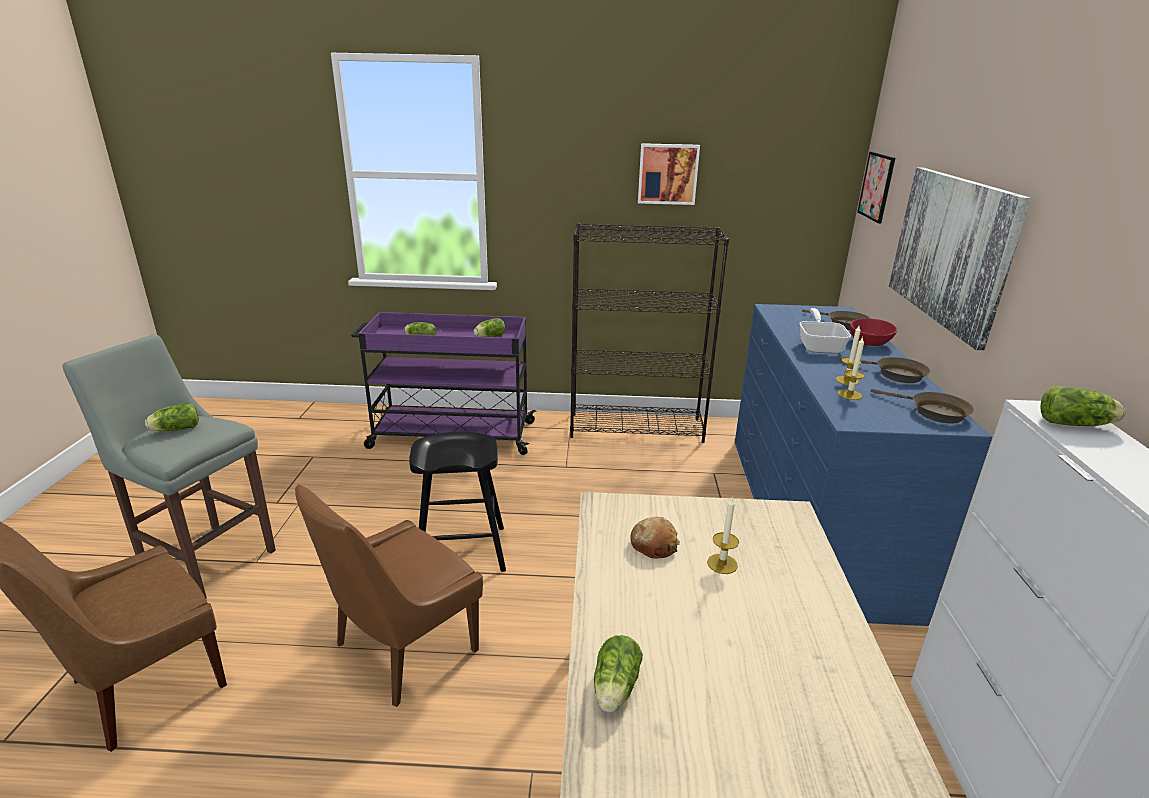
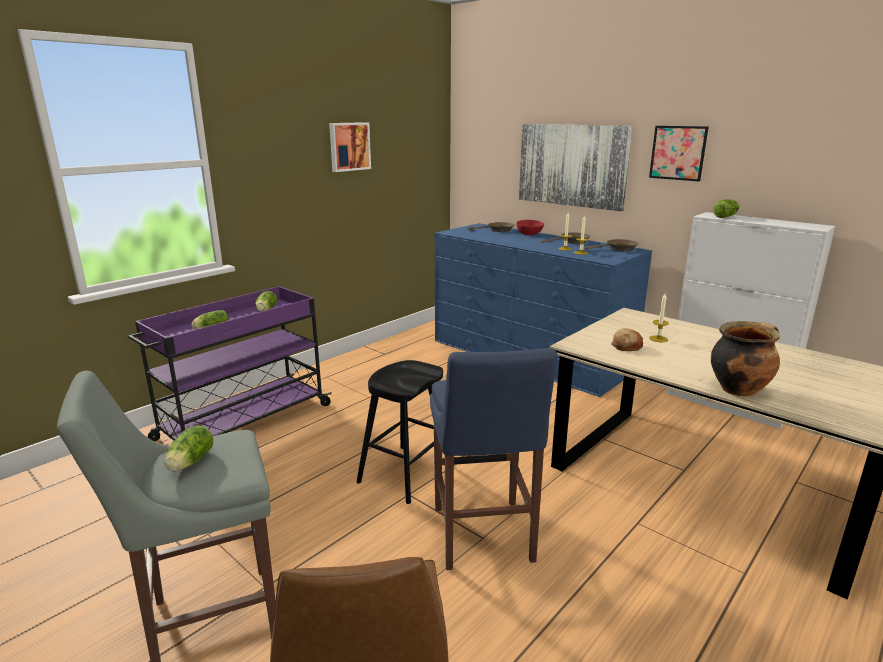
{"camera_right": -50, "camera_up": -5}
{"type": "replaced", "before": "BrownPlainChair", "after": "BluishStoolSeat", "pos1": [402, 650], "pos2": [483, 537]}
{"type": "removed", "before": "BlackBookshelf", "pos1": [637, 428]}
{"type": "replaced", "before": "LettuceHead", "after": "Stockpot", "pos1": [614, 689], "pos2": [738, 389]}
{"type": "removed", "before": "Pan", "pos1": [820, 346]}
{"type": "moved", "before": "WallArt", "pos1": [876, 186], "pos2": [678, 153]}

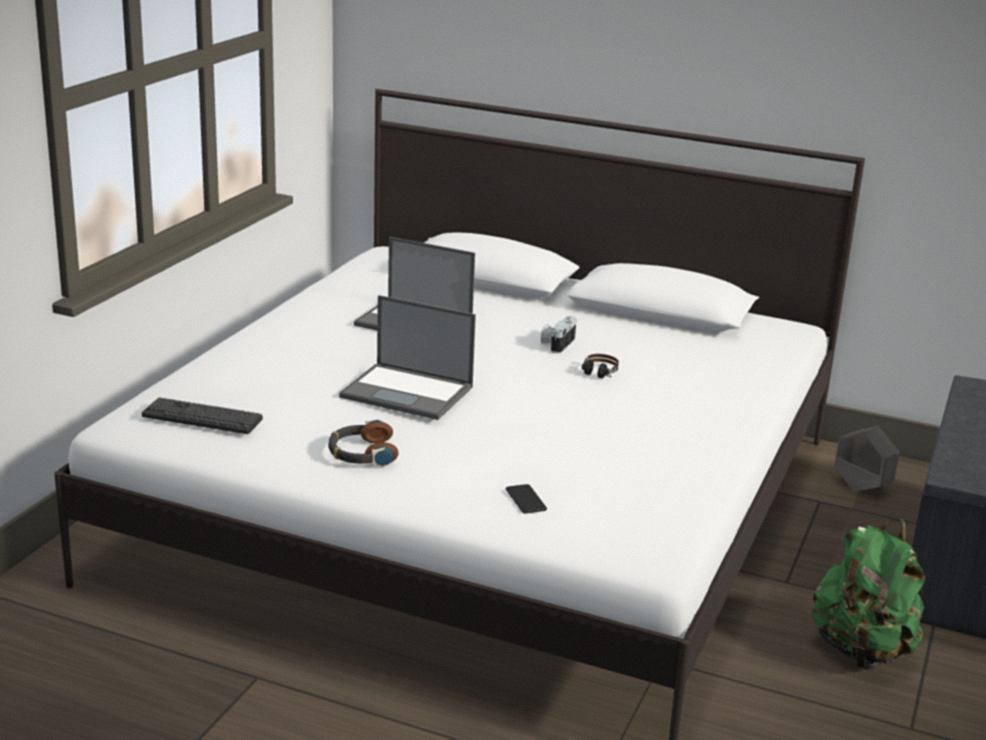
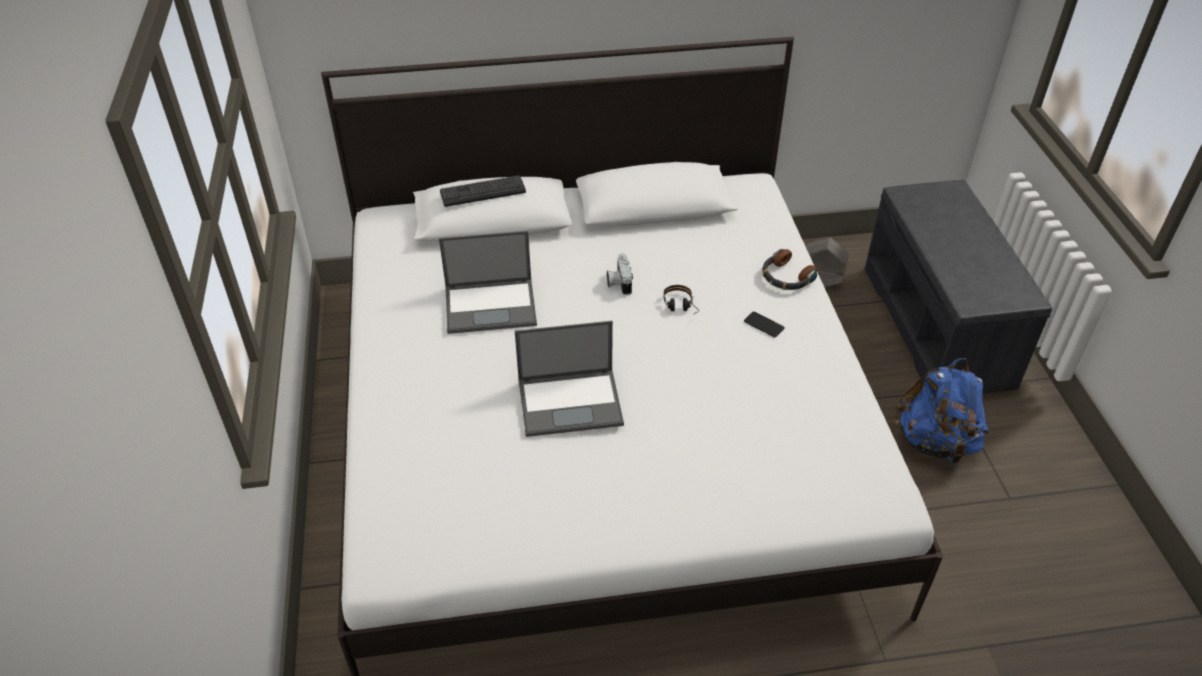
{"camera_right": -30, "camera_up": 20}
{"type": "moved", "before": "Keyboard", "pos1": [202, 417], "pos2": [483, 192]}
{"type": "moved", "before": "Headphones", "pos1": [362, 453], "pos2": [786, 277]}
{"type": "moved", "before": "Phone", "pos1": [525, 500], "pos2": [764, 325]}
{"type": "recoloured", "before": "GreenishKnapsack", "after": "BluishKnapsack", "pos1": [862, 650], "pos2": [935, 442]}

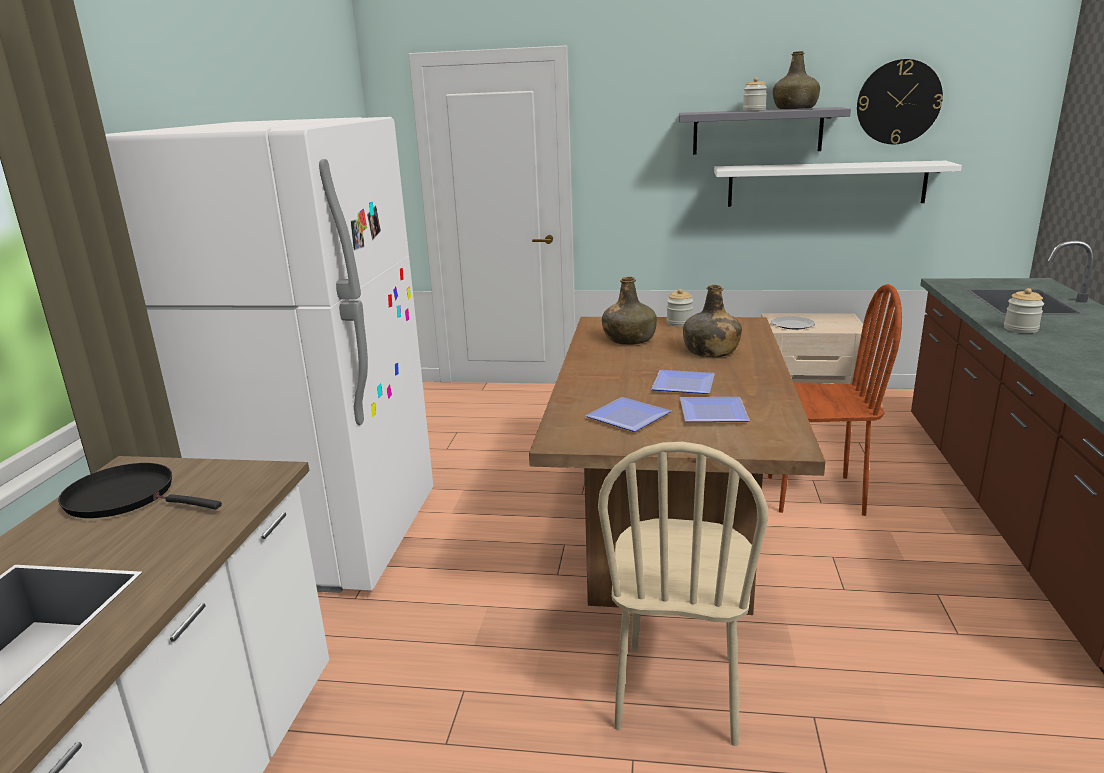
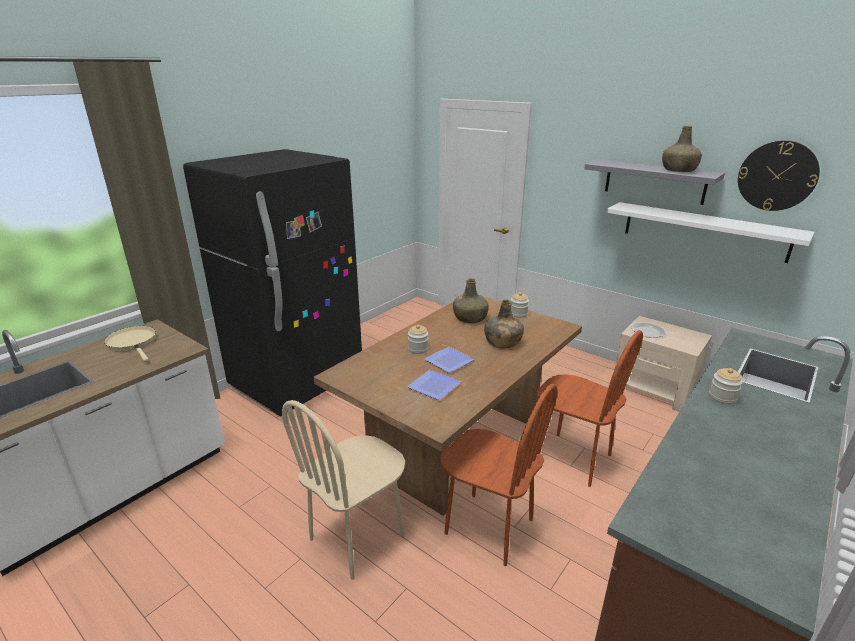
{"camera_right": 30, "camera_up": 5}
{"type": "recoloured", "before": "BlackPan", "after": "BeigeColouredPan", "pos1": [127, 497], "pos2": [133, 342]}
{"type": "recoloured", "before": "WhitishRefrigerator", "after": "BlackRefrigerator", "pos1": [333, 538], "pos2": [297, 381]}
{"type": "removed", "before": "FlatDish", "pos1": [625, 418]}
{"type": "moved", "before": "StorageJar", "pos1": [754, 110], "pos2": [418, 349]}
{"type": "added", "after": "BrownPlainChair", "pos2": [488, 527]}

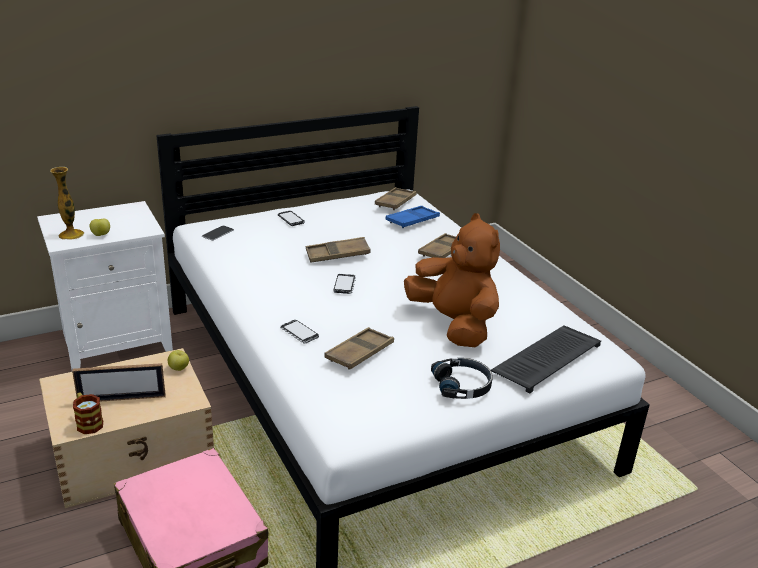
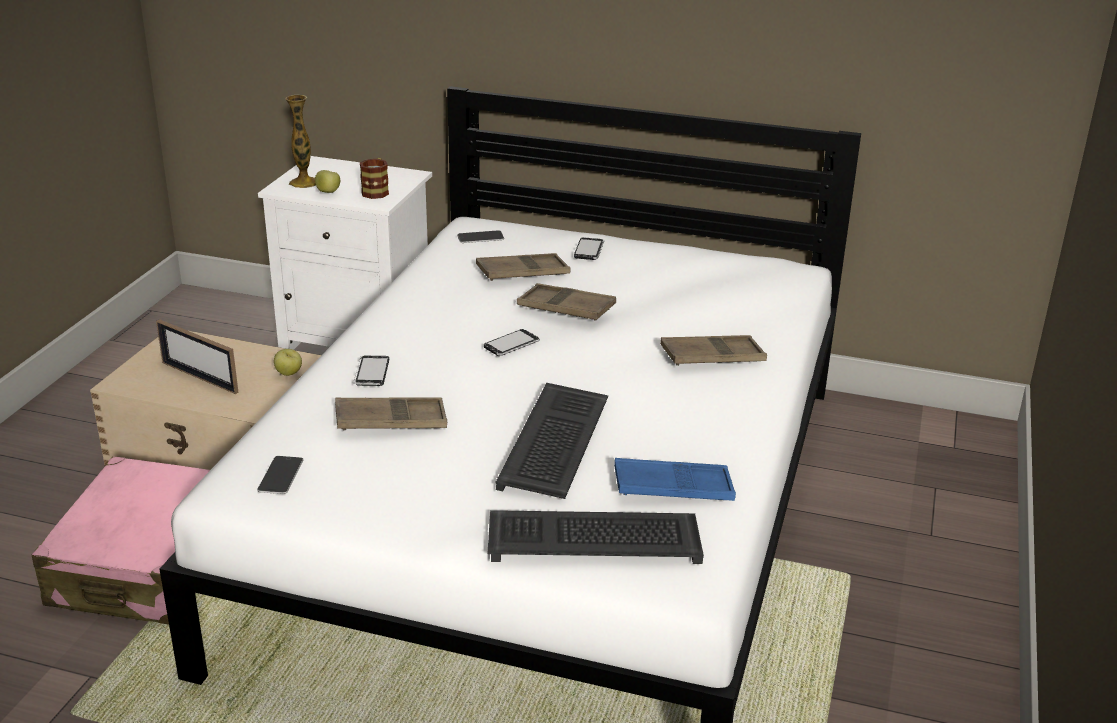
{"camera_right": 45, "camera_up": 0}
{"type": "moved", "before": "CoffeeMug", "pos1": [88, 422], "pos2": [376, 191]}
{"type": "moved", "before": "BrownServingTray", "pos1": [395, 202], "pos2": [523, 273]}
{"type": "moved", "before": "BluishServingTray", "pos1": [412, 220], "pos2": [673, 488]}
{"type": "replaced", "before": "BrownCuddlyToy", "after": "Keyboard", "pos1": [453, 324], "pos2": [556, 444]}
{"type": "removed", "before": "BlackHeadphones", "pos1": [462, 385]}
{"type": "added", "after": "Phone", "pos2": [280, 475]}

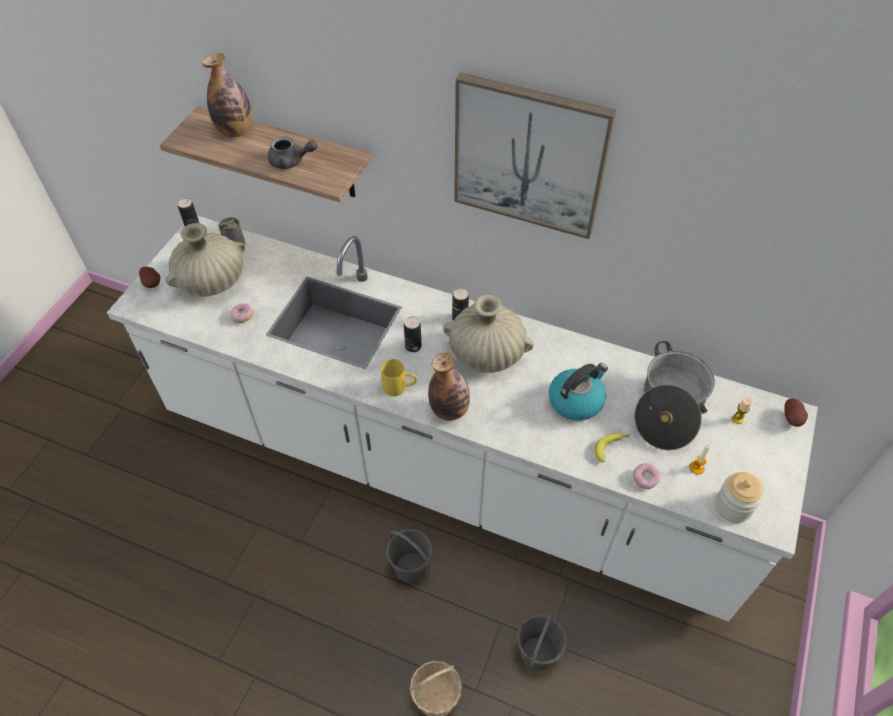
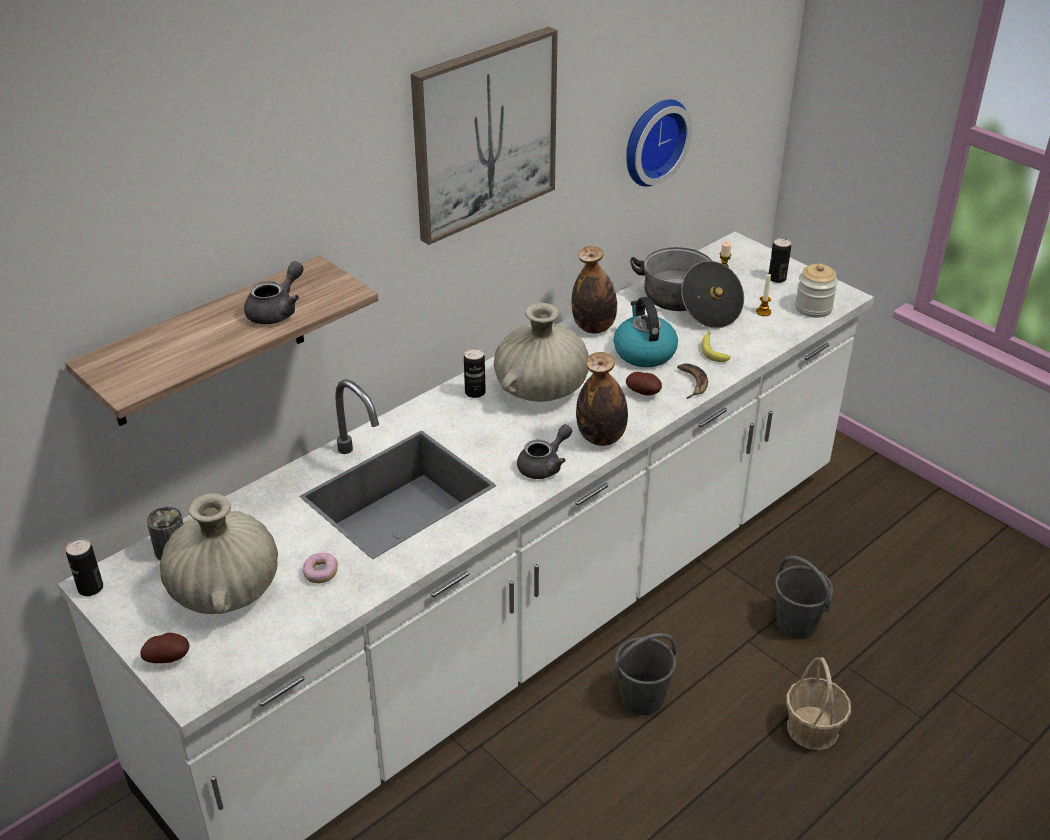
{"camera_right": -65, "camera_up": -15}
{"type": "moved", "before": "BeverageBottle", "pos1": [236, 131], "pos2": [594, 327]}
{"type": "replaced", "before": "YellowColouredCoffeeMug", "after": "GreyishPotForTea", "pos1": [400, 388], "pos2": [544, 465]}
{"type": "moved", "before": "MetalCan", "pos1": [413, 346], "pos2": [777, 278]}
{"type": "removed", "before": "RingDoughnut", "pos1": [645, 479]}
{"type": "moved", "before": "Potato", "pos1": [792, 419], "pos2": [644, 393]}
{"type": "added", "after": "WallClock", "pos2": [652, 140]}
{"type": "added", "after": "Banana", "pos2": [691, 382]}

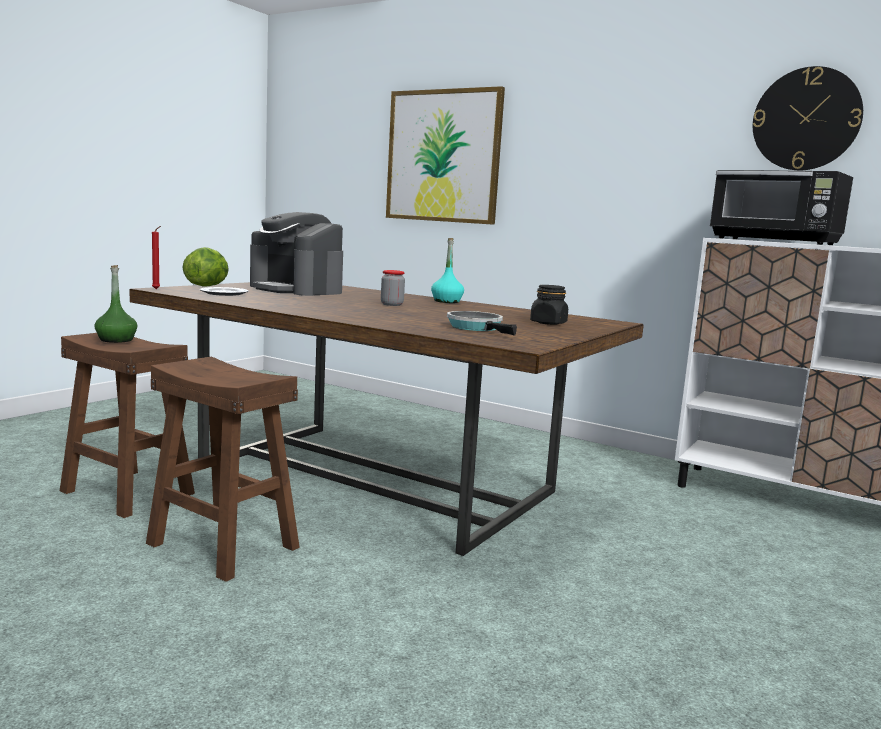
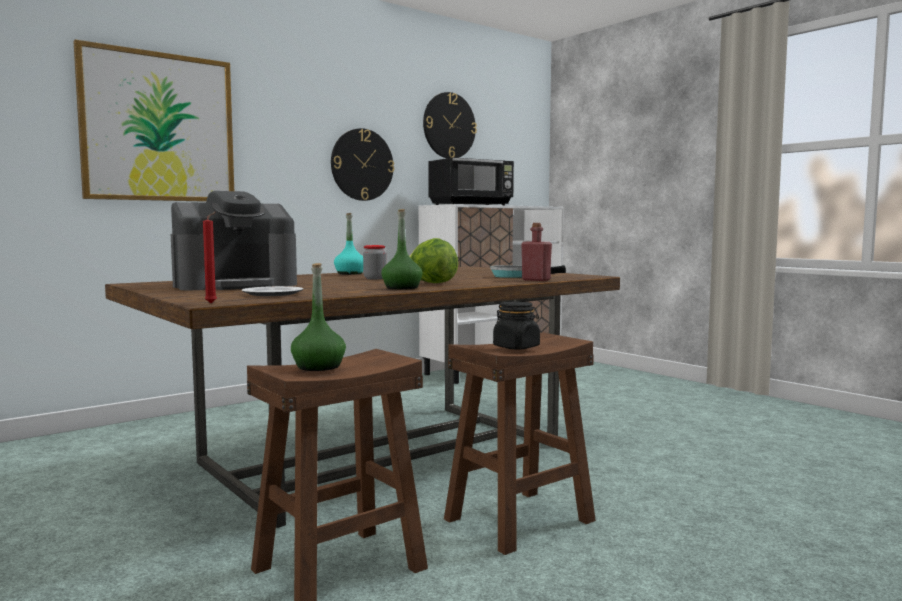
{"camera_right": -70, "camera_up": -5}
{"type": "moved", "before": "LettuceHead", "pos1": [207, 286], "pos2": [432, 283]}
{"type": "moved", "before": "BlackStorageJar", "pos1": [548, 323], "pos2": [516, 347]}
{"type": "added", "after": "WallClock", "pos2": [362, 164]}
{"type": "added", "after": "GreenishBeverageBottle", "pos2": [402, 288]}
{"type": "added", "after": "RedBeverageBottle", "pos2": [536, 280]}

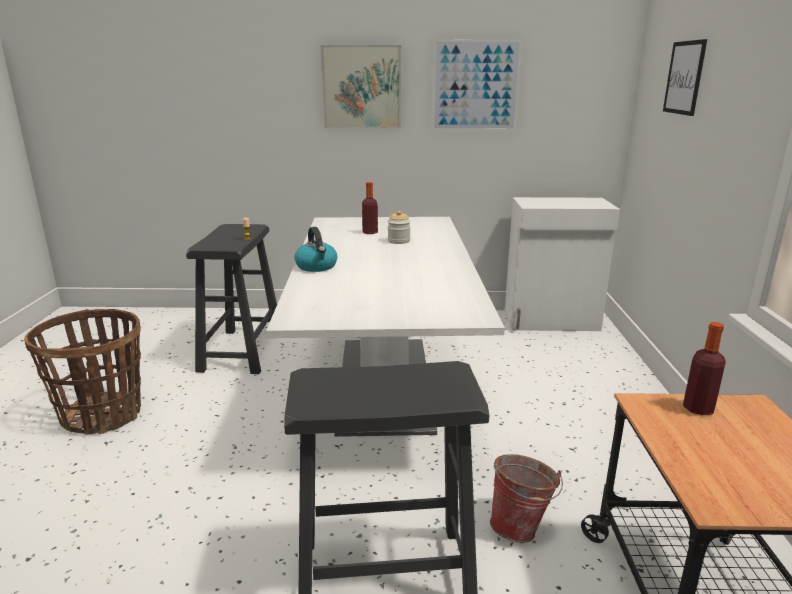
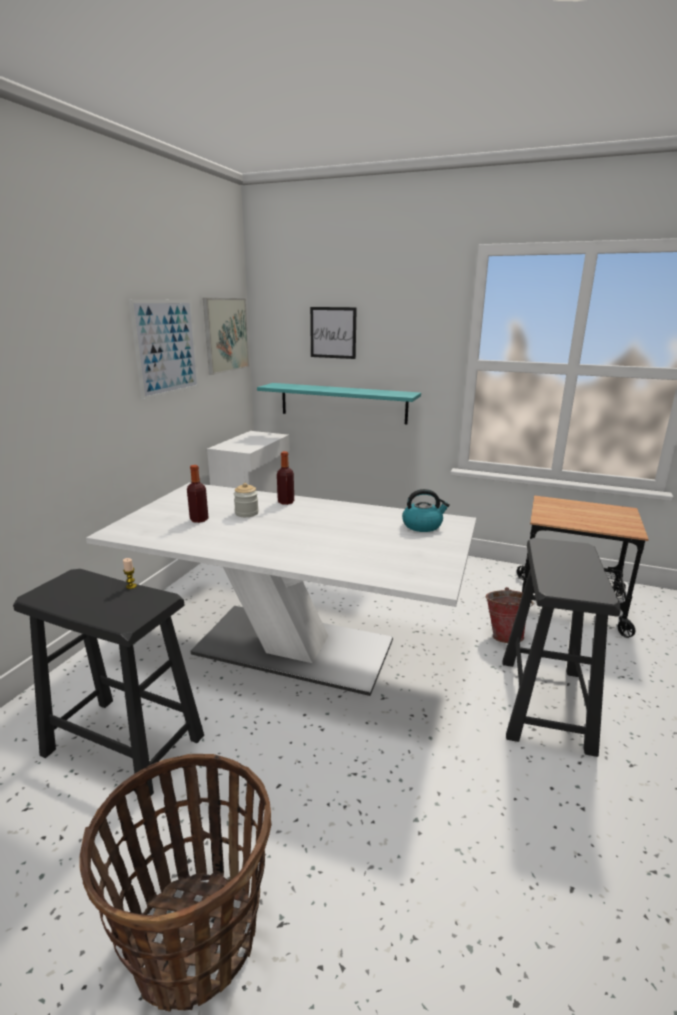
{"camera_right": -70, "camera_up": 0}
{"type": "moved", "before": "Kettle", "pos1": [317, 267], "pos2": [422, 525]}
{"type": "moved", "before": "WallArt", "pos1": [361, 87], "pos2": [226, 335]}
{"type": "moved", "before": "BeverageBottle", "pos1": [698, 408], "pos2": [286, 502]}
{"type": "added", "after": "TurquoiseWallShelf", "pos2": [343, 403]}

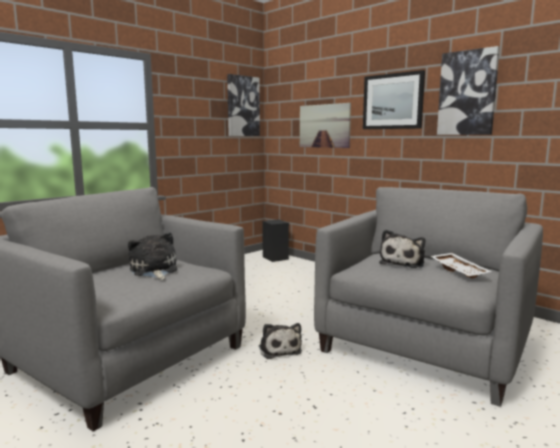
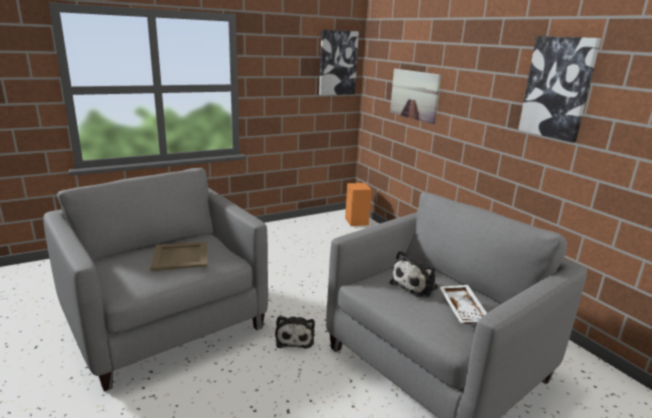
{"camera_right": 15, "camera_up": 10}
{"type": "replaced", "before": "CuddlyToy", "after": "BeigeColouredServingTray", "pos1": [154, 270], "pos2": [180, 256]}
{"type": "recoloured", "before": "BlackAudioSpeaker", "after": "OrangeColouredAudioSpeaker", "pos1": [275, 258], "pos2": [356, 222]}
{"type": "removed", "before": "WallArt", "pos1": [393, 101]}

